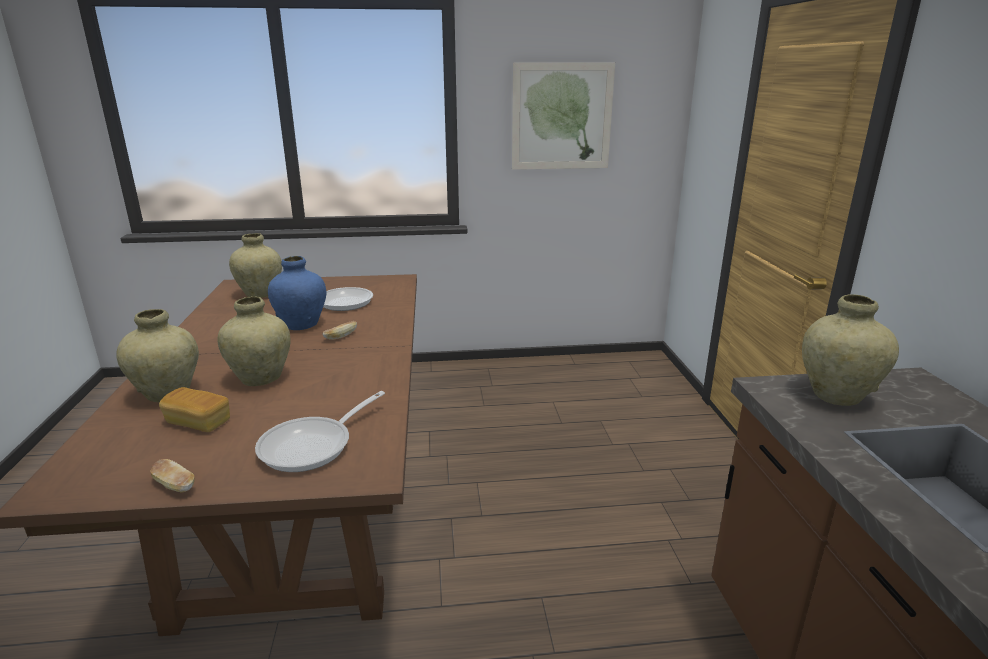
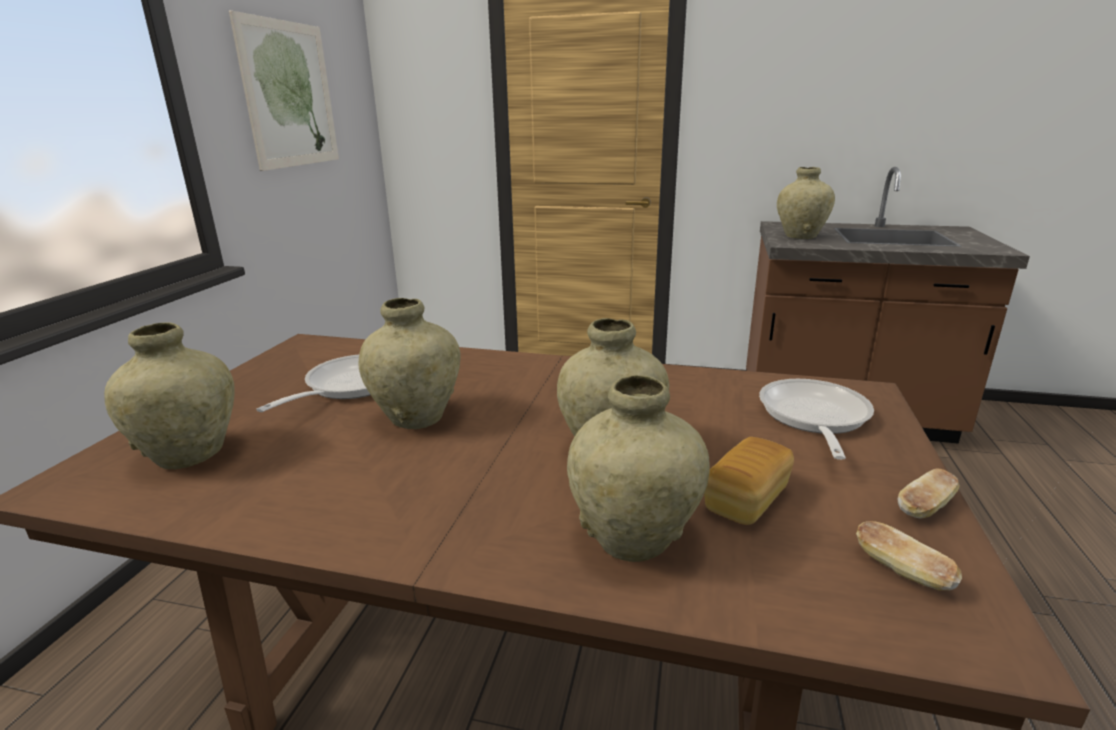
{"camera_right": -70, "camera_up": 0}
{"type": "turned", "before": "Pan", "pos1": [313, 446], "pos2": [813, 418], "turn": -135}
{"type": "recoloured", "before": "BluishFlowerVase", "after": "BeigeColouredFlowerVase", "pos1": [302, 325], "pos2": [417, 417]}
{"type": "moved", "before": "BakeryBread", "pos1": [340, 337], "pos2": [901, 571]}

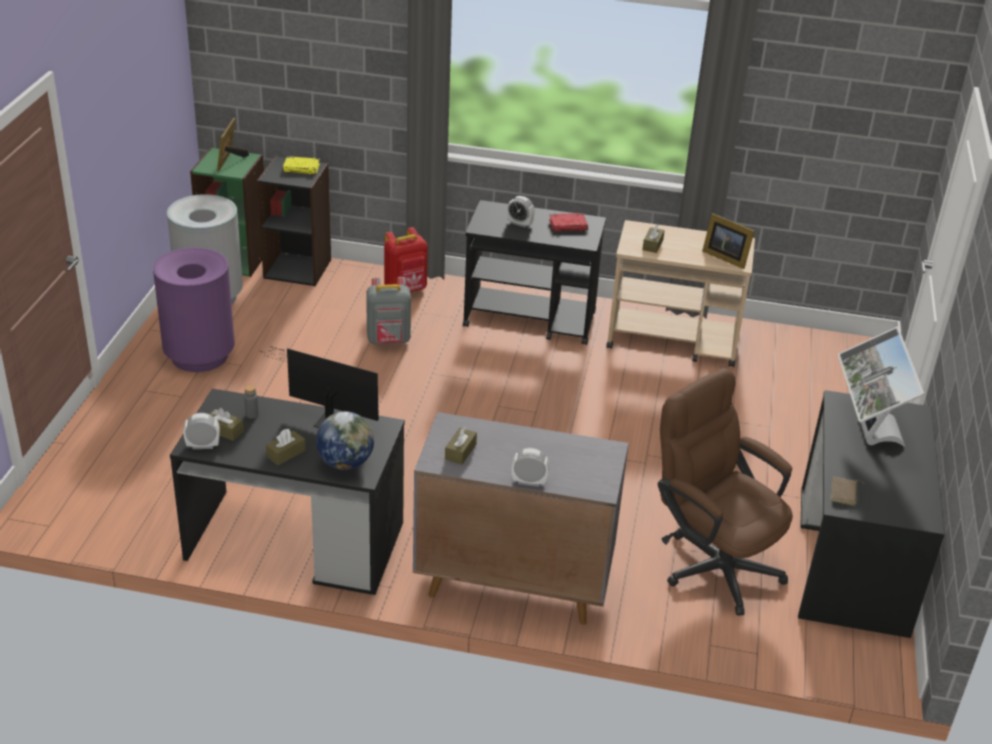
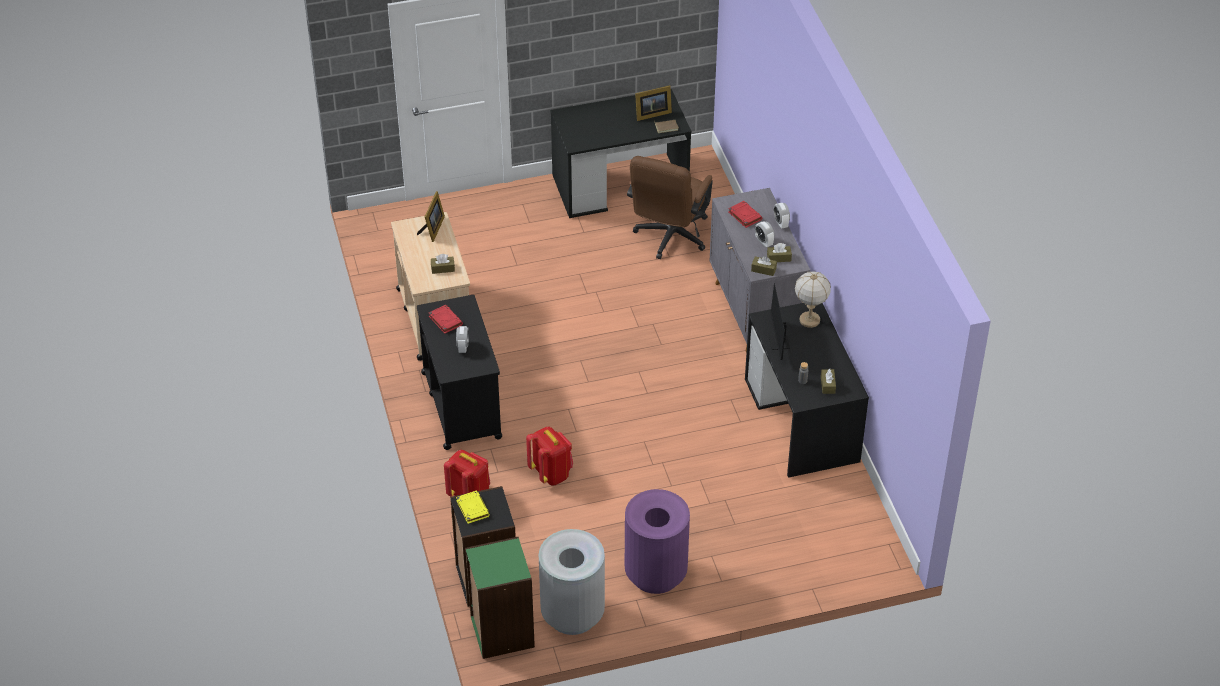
{"camera_right": -115, "camera_up": 10}
{"type": "moved", "before": "BedsideClock", "pos1": [203, 446], "pos2": [764, 242]}
{"type": "moved", "before": "StandingFrame", "pos1": [230, 161], "pos2": [651, 114]}
{"type": "moved", "before": "BrownTissueBox", "pos1": [286, 453], "pos2": [763, 269]}
{"type": "replaced", "before": "WorldGlobe", "after": "LampForATable", "pos1": [345, 462], "pos2": [809, 320]}
{"type": "recoloured", "before": "GreyishKnapsack", "after": "RedKnapsack", "pos1": [389, 340], "pos2": [551, 473]}
{"type": "removed", "before": "Monitor", "pos1": [866, 431]}
{"type": "added", "after": "RedBook", "pos2": [744, 216]}

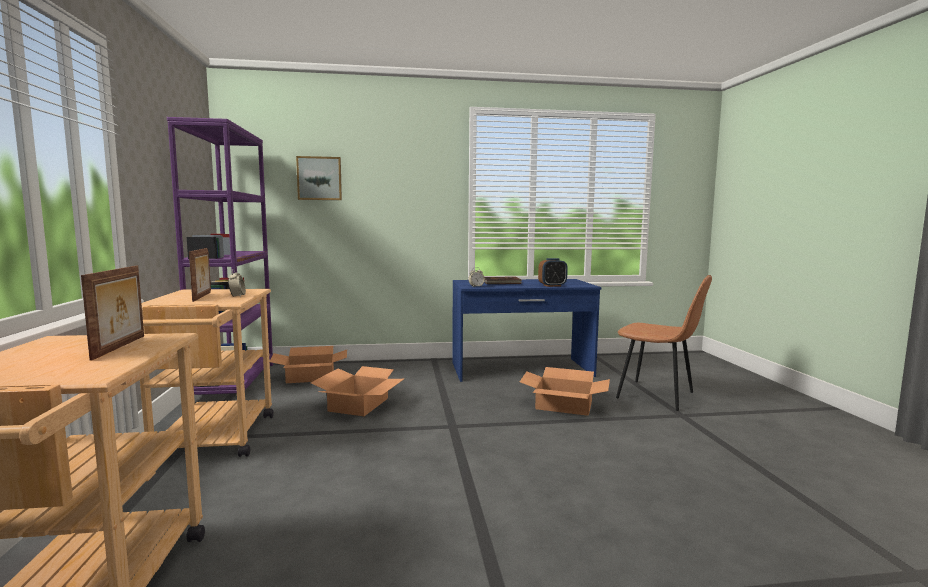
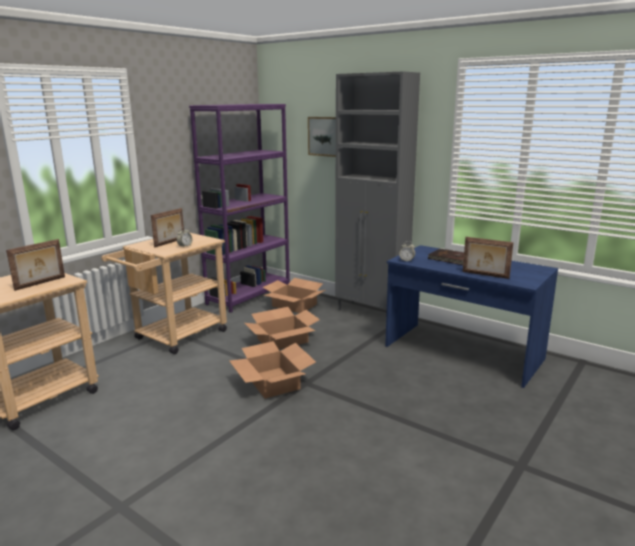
{"camera_right": 45, "camera_up": 10}
{"type": "moved", "before": "CardboardBox", "pos1": [564, 405], "pos2": [273, 382]}
{"type": "replaced", "before": "BedsideClock", "after": "StandingFrame", "pos1": [552, 285], "pos2": [485, 275]}
{"type": "removed", "before": "BrownPlainChair", "pos1": [657, 395]}
{"type": "added", "after": "GreyishStorageCabinet", "pos2": [371, 313]}

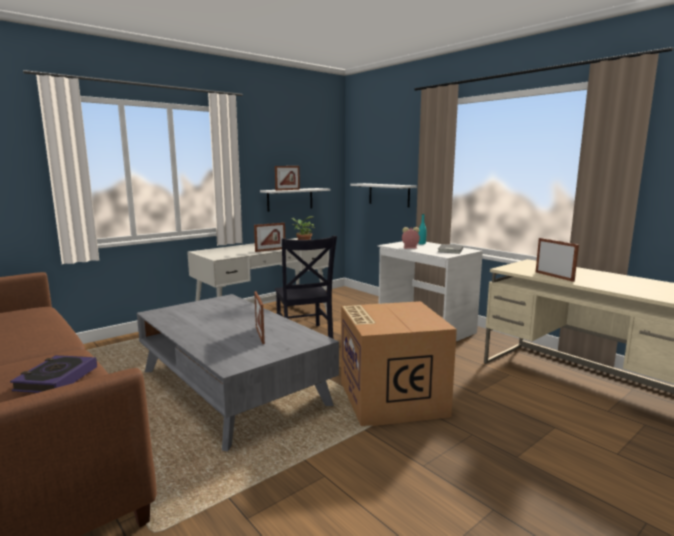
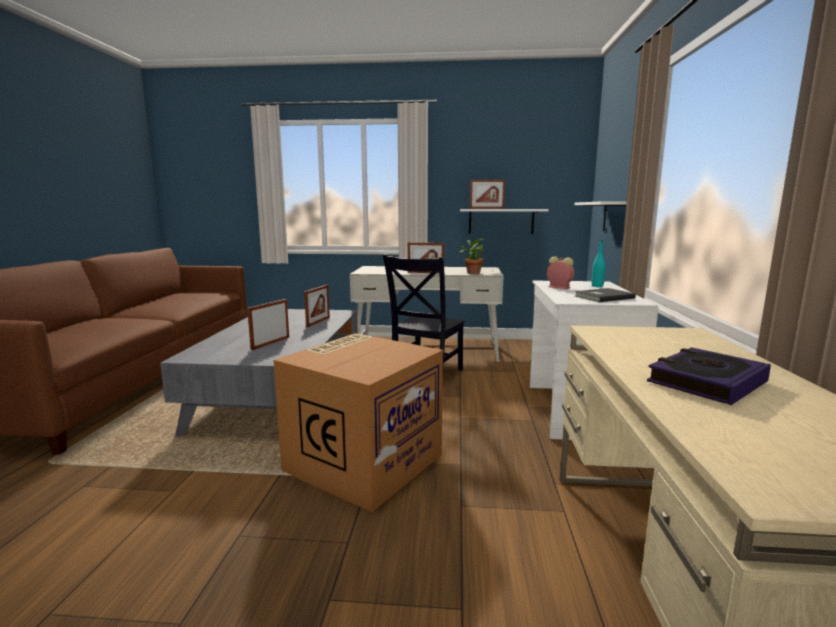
{"camera_right": 45, "camera_up": 0}
{"type": "moved", "before": "Book", "pos1": [56, 379], "pos2": [706, 382]}
{"type": "moved", "before": "StandingFrame", "pos1": [554, 276], "pos2": [318, 322]}

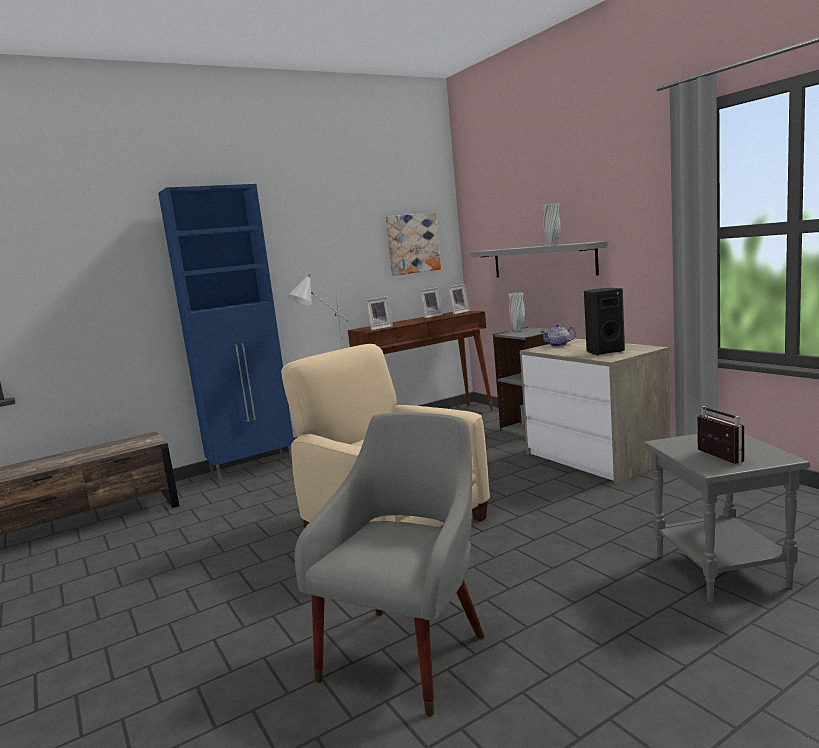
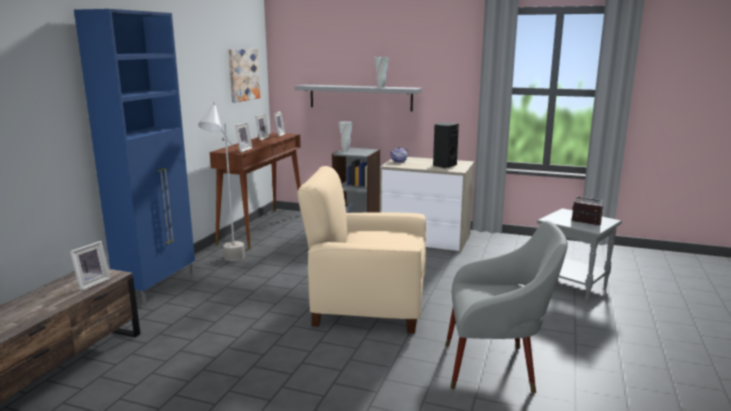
{"camera_right": -40, "camera_up": 5}
{"type": "turned", "before": "GreyishEasyChair", "pos1": [408, 649], "pos2": [496, 367], "turn": 105}
{"type": "added", "after": "StandingFrame", "pos2": [91, 283]}

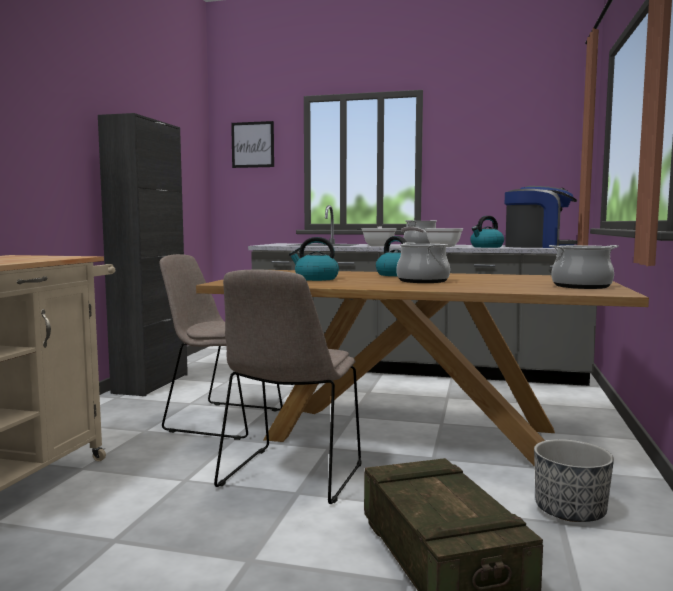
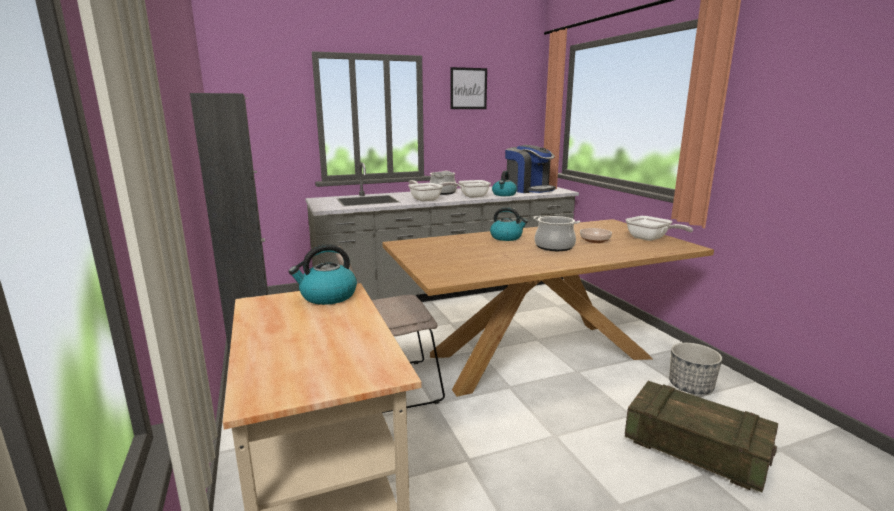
{"camera_right": -35, "camera_up": 10}
{"type": "removed", "before": "BeigeColouredPlainChair", "pos1": [290, 477]}
{"type": "moved", "before": "WallArt", "pos1": [253, 144], "pos2": [468, 88]}
{"type": "moved", "before": "Kettle", "pos1": [315, 279], "pos2": [327, 296]}
{"type": "turned", "before": "CoffeeMachine", "pos1": [537, 246], "pos2": [528, 189], "turn": 75}
{"type": "replaced", "before": "Stockpot", "after": "Pan", "pos1": [581, 286], "pos2": [650, 239]}
{"type": "added", "after": "Bowl", "pos2": [594, 240]}

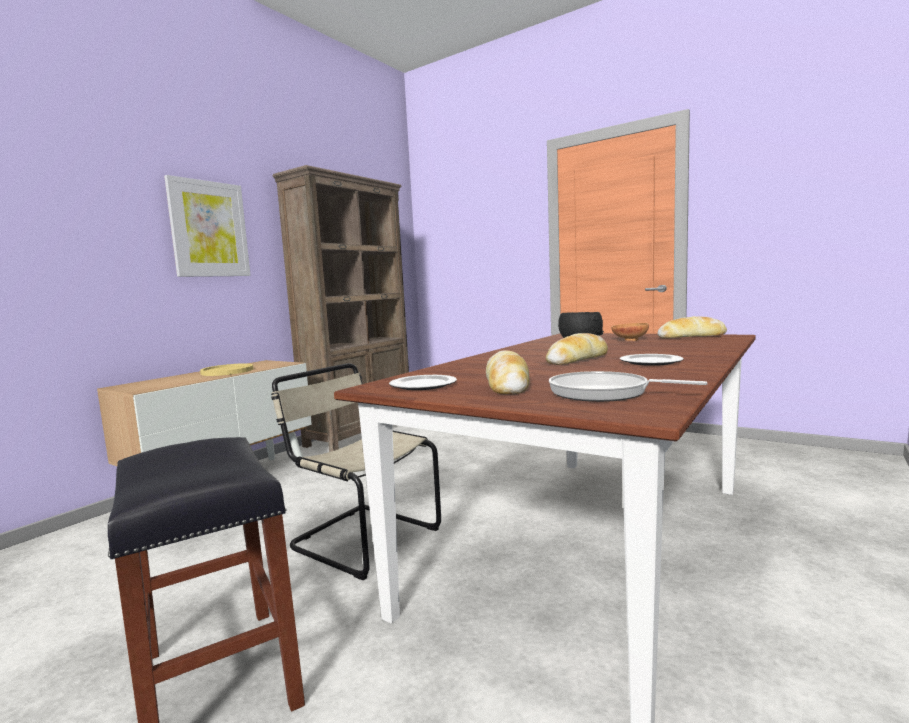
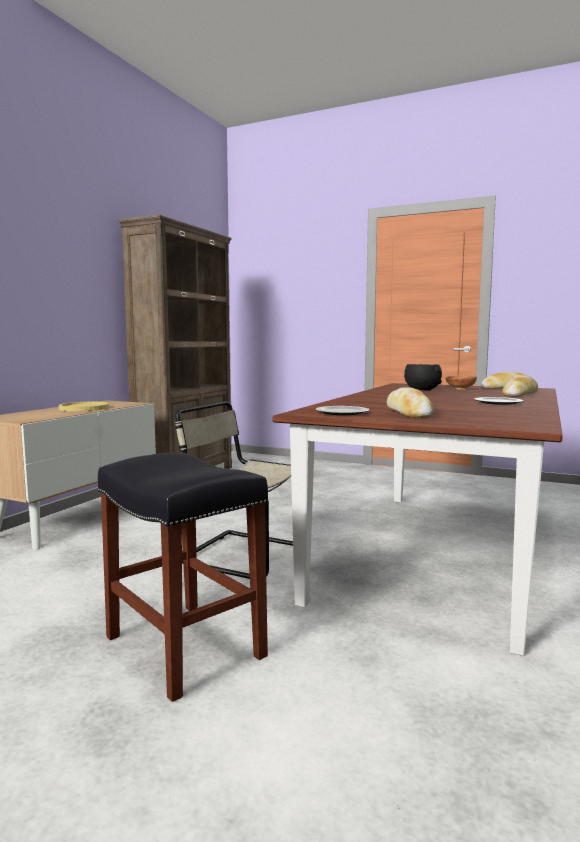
{"camera_right": -10, "camera_up": 0}
{"type": "removed", "before": "WallArt", "pos1": [209, 229]}
{"type": "moved", "before": "BakeryBread", "pos1": [577, 359], "pos2": [520, 394]}
{"type": "removed", "before": "Pan", "pos1": [604, 393]}

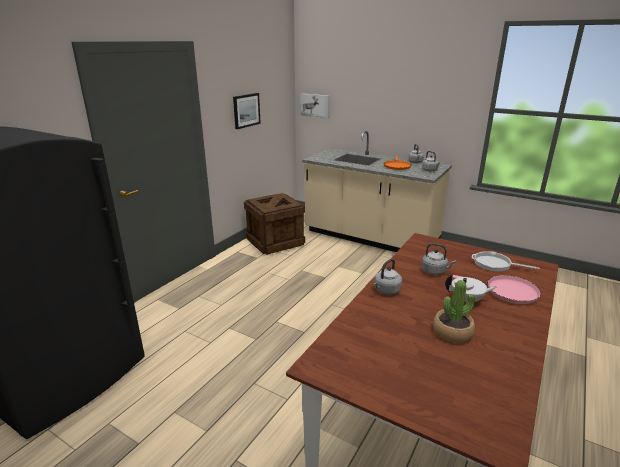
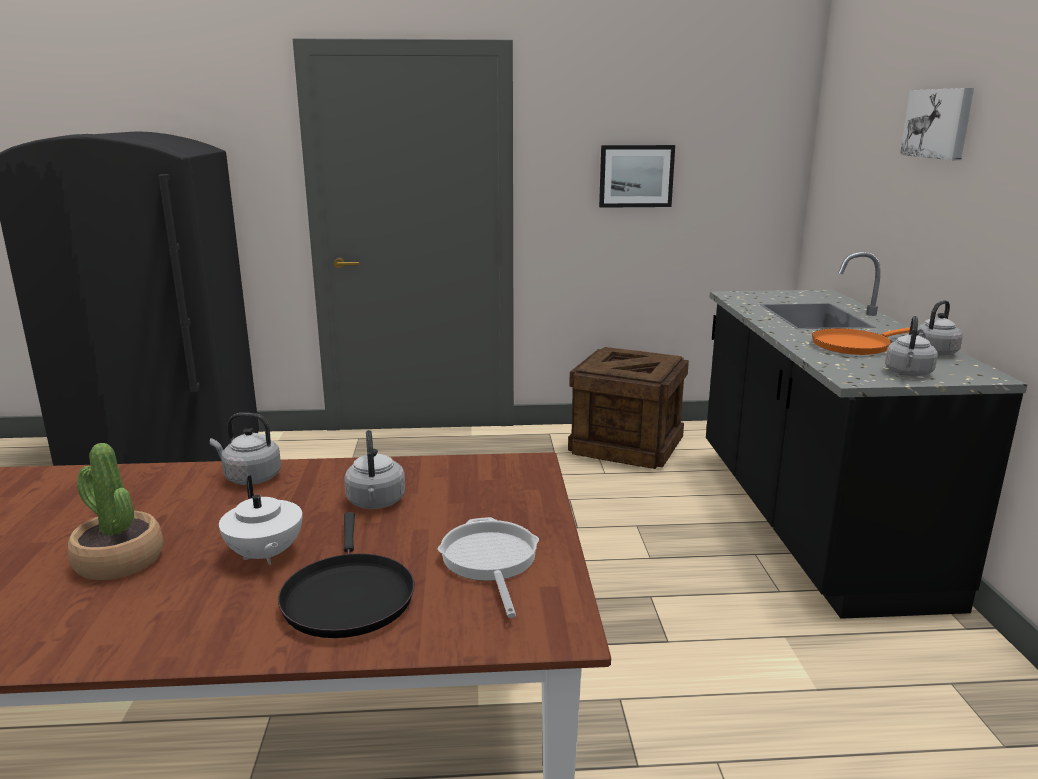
{"camera_right": 55, "camera_up": -5}
{"type": "moved", "before": "WallArt", "pos1": [315, 105], "pos2": [939, 123]}
{"type": "recoloured", "before": "BeigeColouredKitchenBaseUnit", "after": "BlackKitchenBaseUnit", "pos1": [370, 238], "pos2": [809, 520]}
{"type": "recoloured", "before": "PinkishPan", "after": "BlackPan", "pos1": [507, 291], "pos2": [347, 596]}

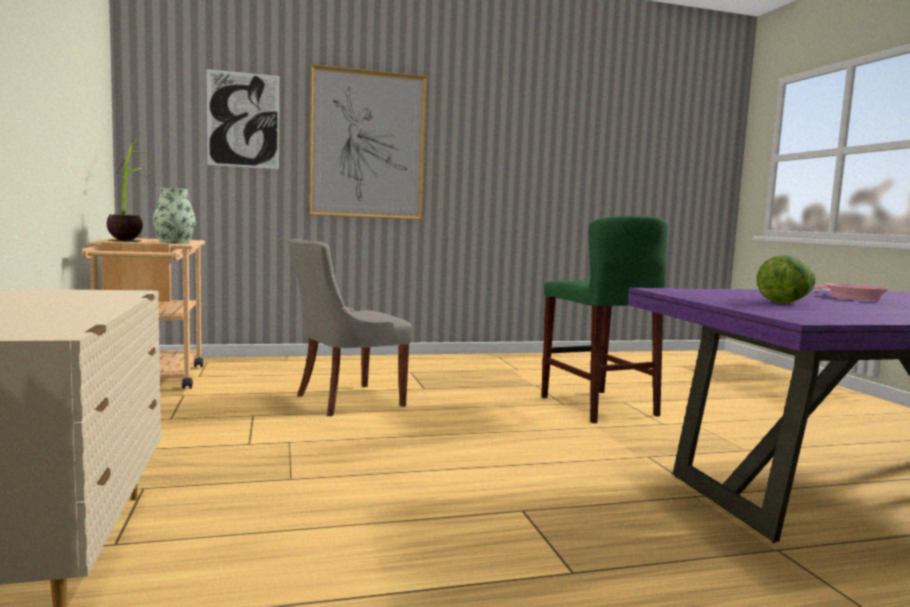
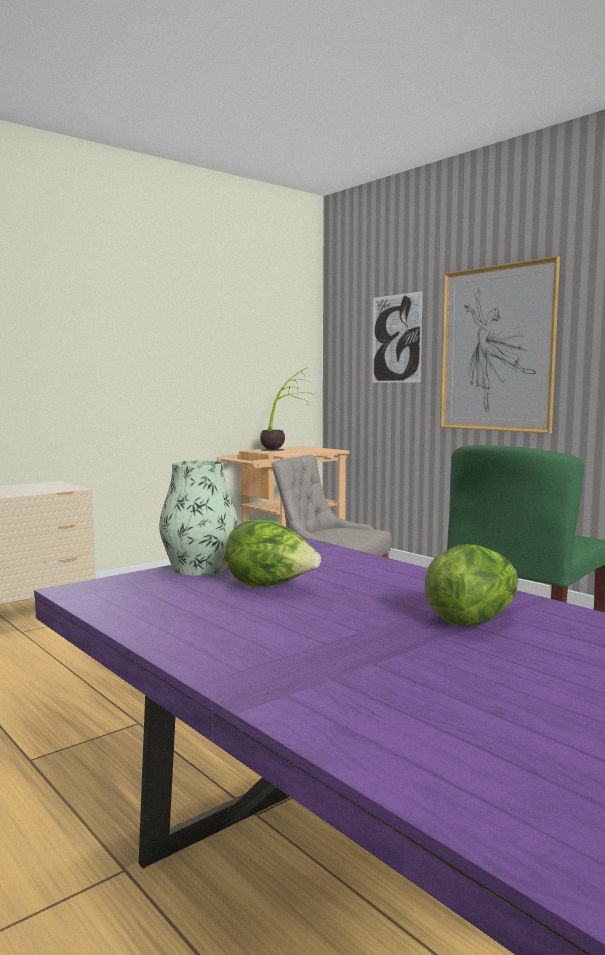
{"camera_right": 65, "camera_up": 0}
{"type": "moved", "before": "FlowerVase", "pos1": [174, 243], "pos2": [200, 568]}
{"type": "replaced", "before": "PinkishPan", "after": "LettuceHead", "pos1": [851, 297], "pos2": [473, 619]}

